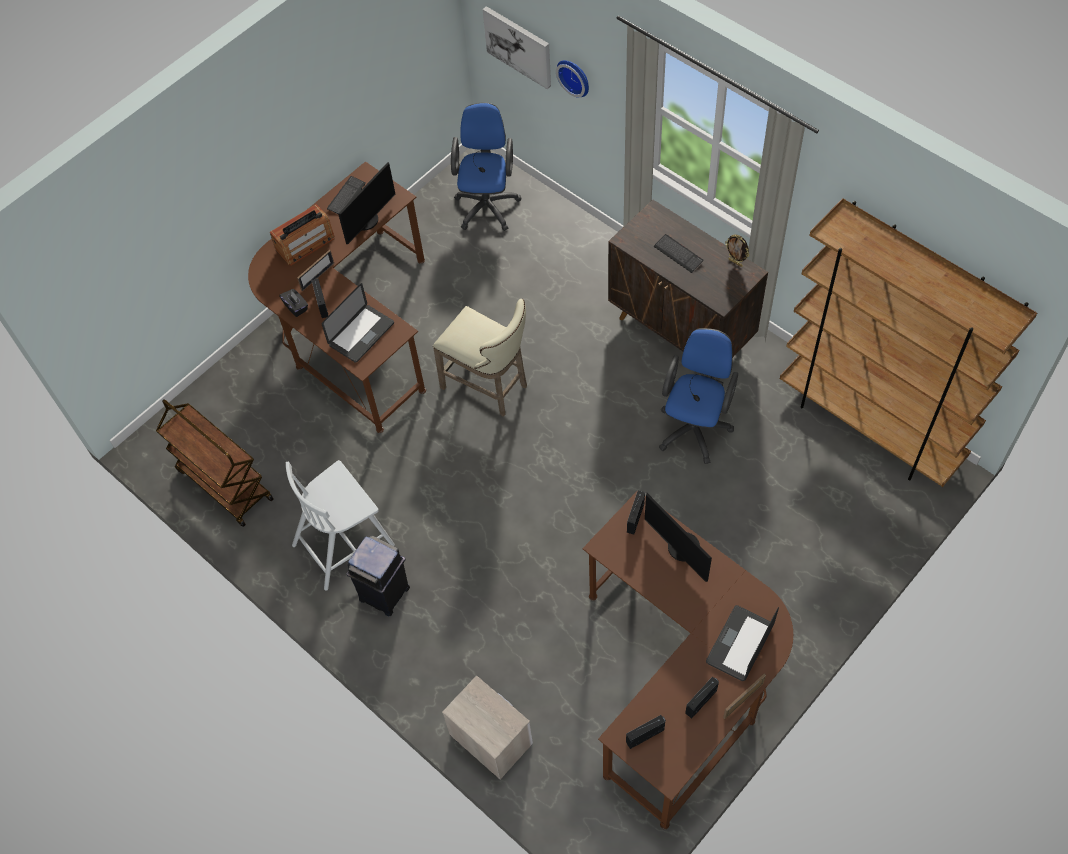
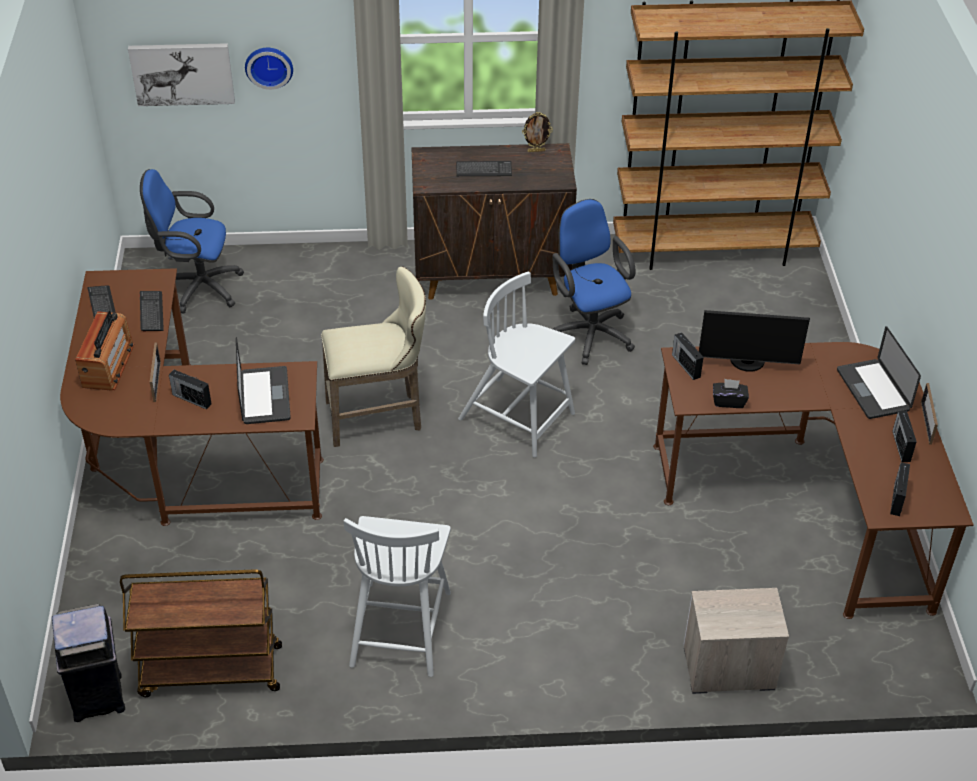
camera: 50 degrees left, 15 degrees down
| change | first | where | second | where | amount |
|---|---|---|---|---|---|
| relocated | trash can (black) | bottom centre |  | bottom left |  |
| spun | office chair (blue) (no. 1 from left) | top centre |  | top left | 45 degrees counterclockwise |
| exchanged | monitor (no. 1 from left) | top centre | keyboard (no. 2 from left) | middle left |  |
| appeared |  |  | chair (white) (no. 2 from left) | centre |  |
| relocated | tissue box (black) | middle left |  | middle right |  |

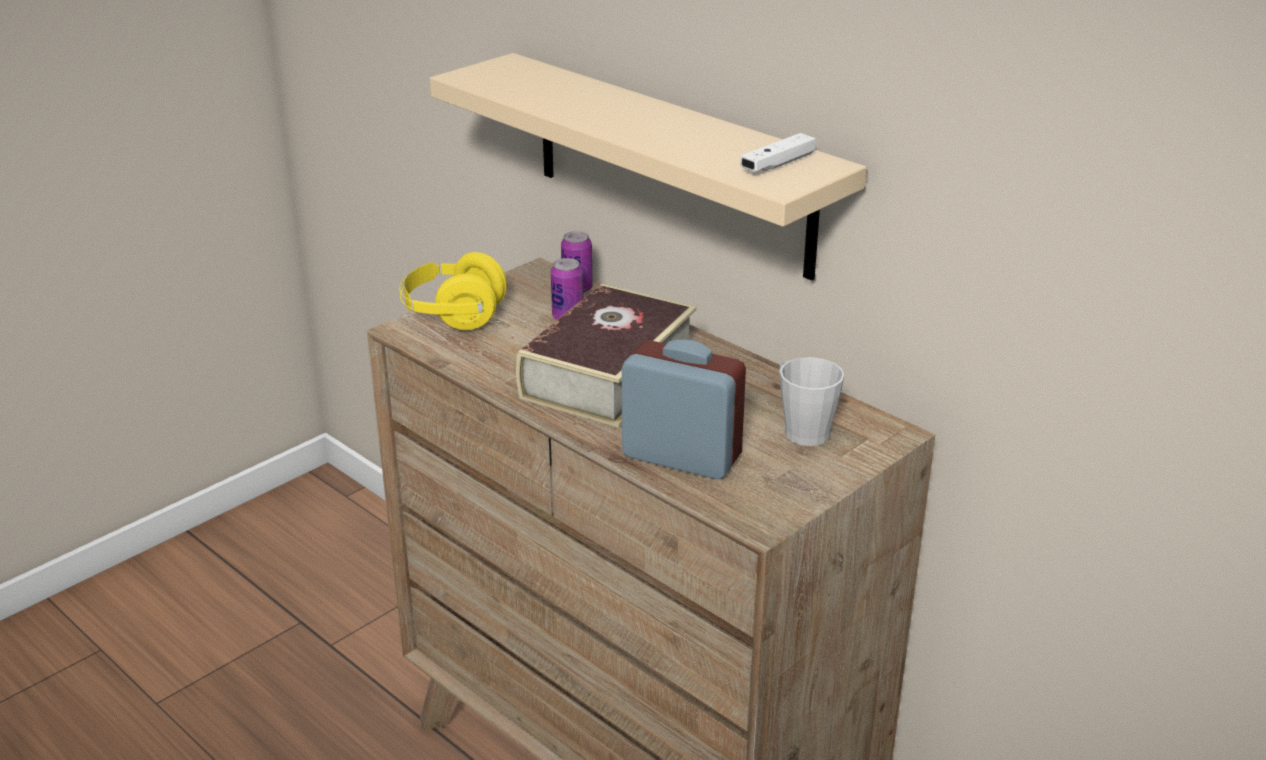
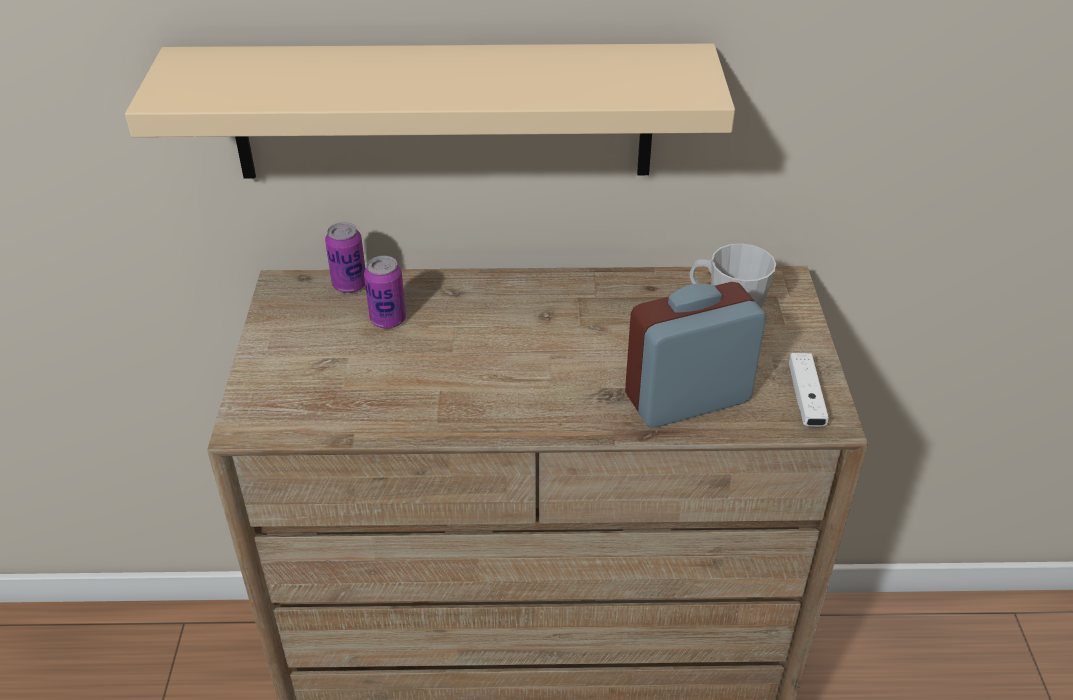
camera: 45 degrees left, 10 degrees up
| change | first | where | second | where | amount |
|---|---|---|---|---|---|
| relocated | game controller (white) | top centre |  | middle right |  |
| missing | headphones (yellow) | centre |  |  |  |
| missing | book | centre |  |  |  |

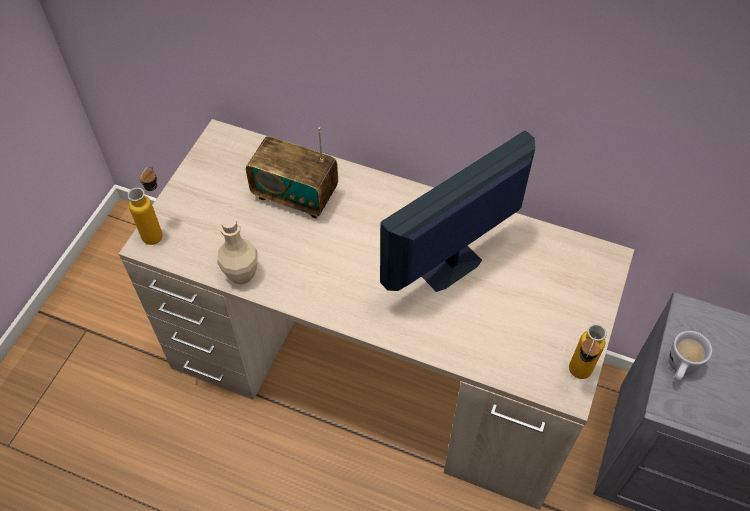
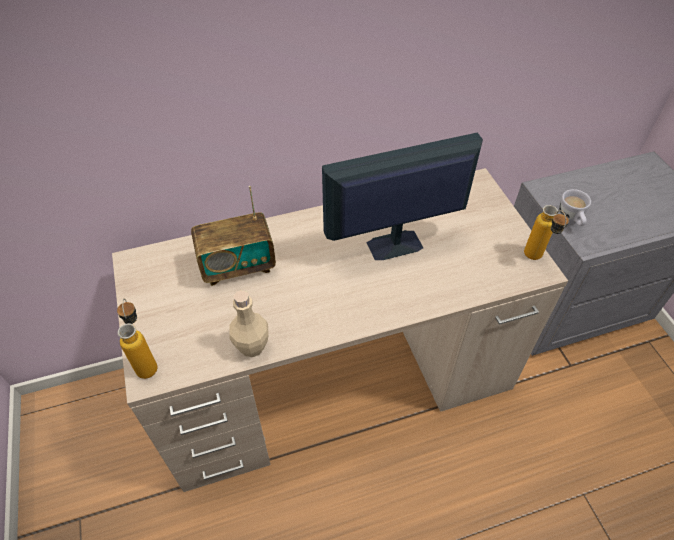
camera: 40 degrees left, 5 degrees down
| change | first | where | second | where | amount |
|---|---|---|---|---|---|
| spun | monitor | centre |  | centre | 60 degrees clockwise |

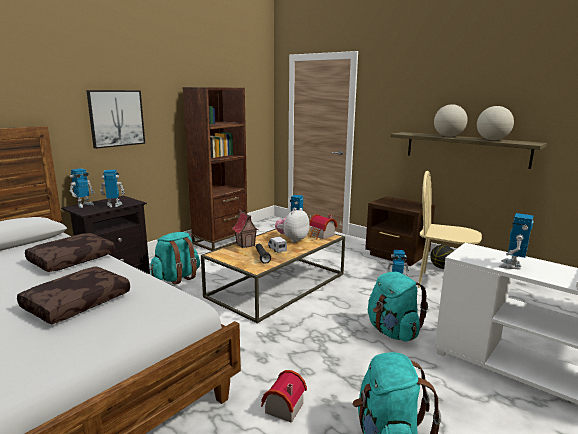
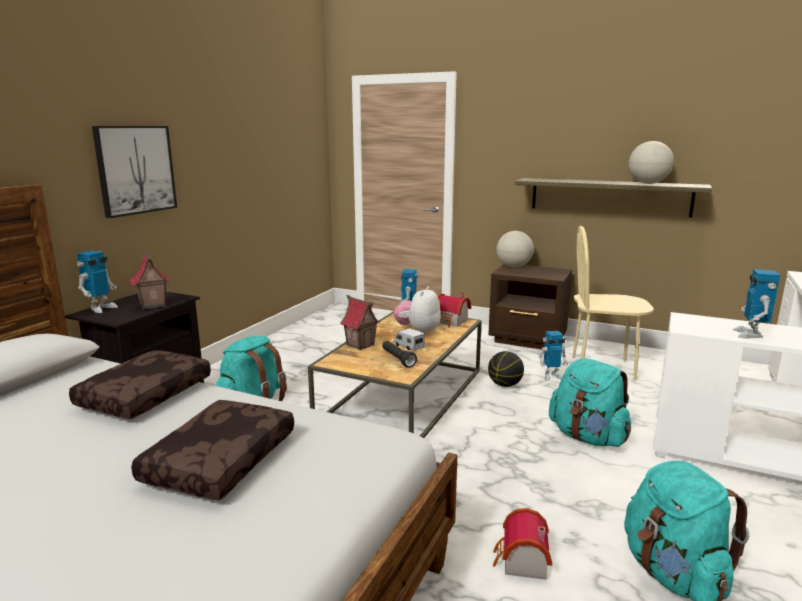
camera: 15 degrees left, 0 degrees up
| change | first | where | second | where | amount |
|---|---|---|---|---|---|
| exchanged | toy robot (no. 2 from left) | middle left | toy house (no. 1 from left) | middle left |  |
| relocated | basketball | middle right |  | centre |  |
| relocated | globe (no. 1 from left) | top right |  | centre |  |
| missing | bookcase (brown) | centre |  |  |  |

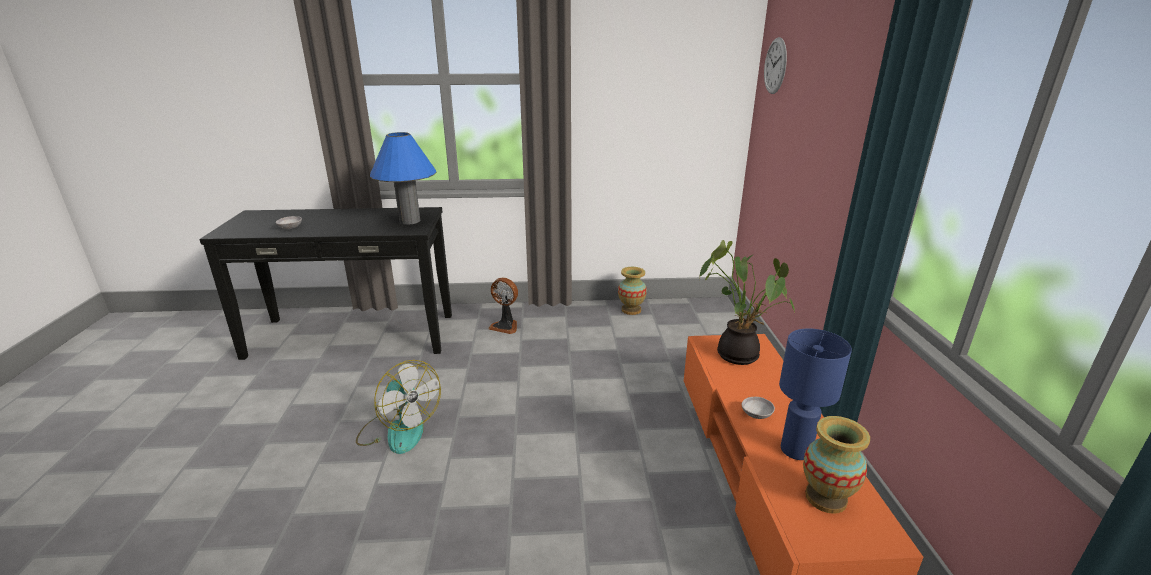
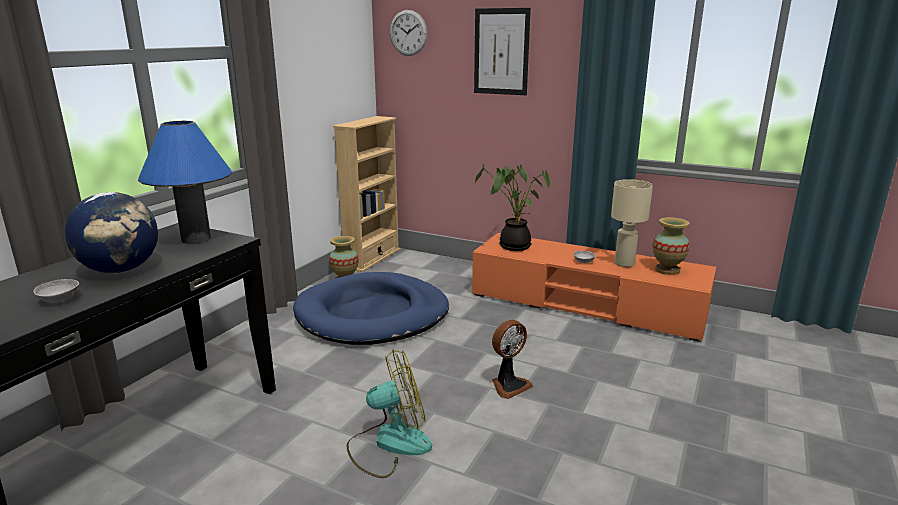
camera: 60 degrees left, 5 degrees down
| change | first | where | second | where | amount |
|---|---|---|---|---|---|
| appeared |  |  | globe | middle left |  |
| appeared |  |  | dog bed (blue) | centre |  |
| appeared |  |  | bookcase (beige) | centre |  |
| appeared |  |  | picture | top centre |  |
| relocated | fan (no. 2 from left) | centre |  | bottom centre |  |
| colour | table lamp (blue) (no. 2 from left) | bottom right | table lamp (beige) | middle right |  |

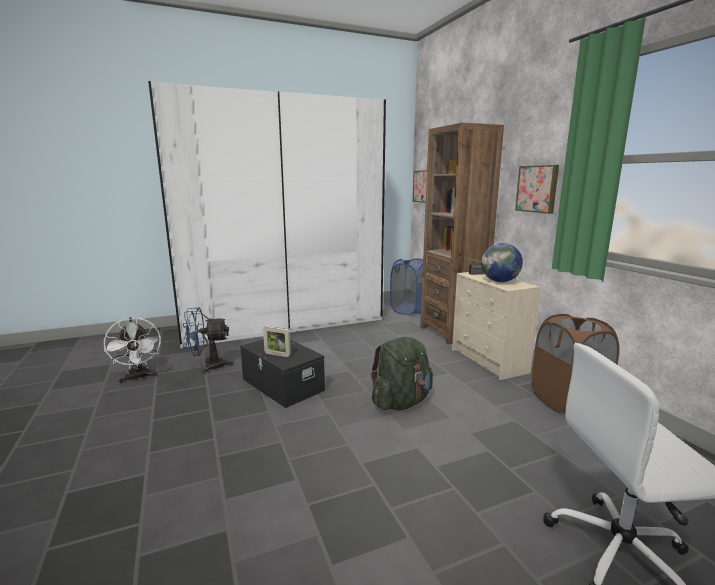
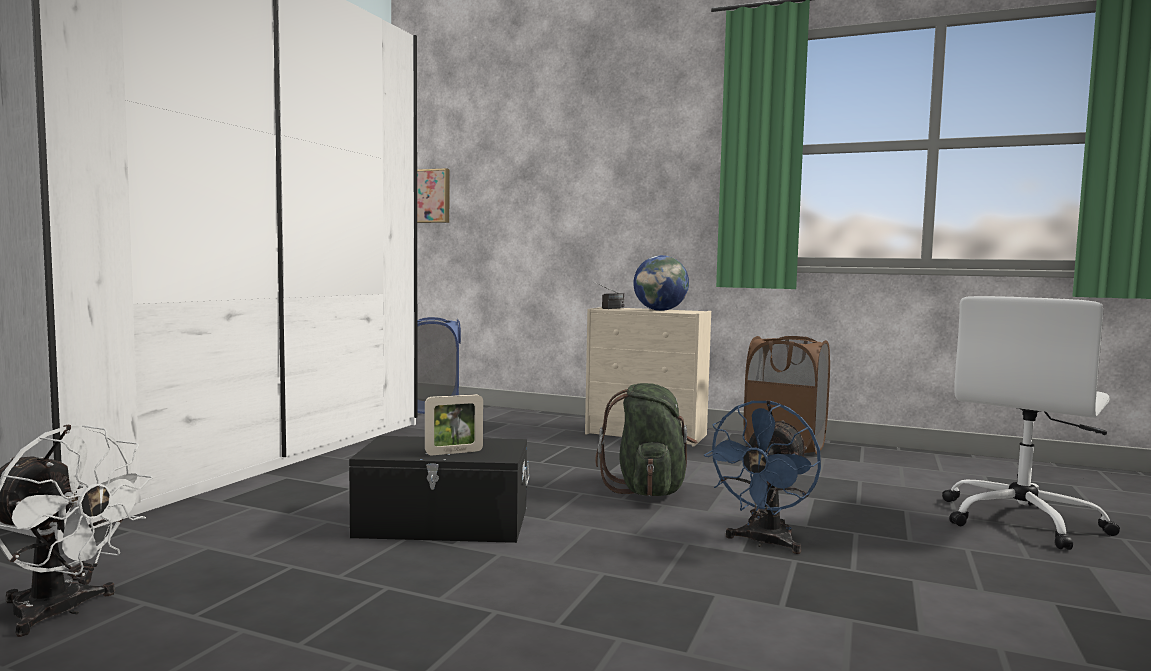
camera: 45 degrees left, 10 degrees down
| change | first | where | second | where | amount |
|---|---|---|---|---|---|
| relocated | fan (blue) | middle left |  | bottom centre |  |
| missing | bookcase (brown) | centre |  |  |  |
| missing | picture (no. 2 from left) | top right |  |  |  |

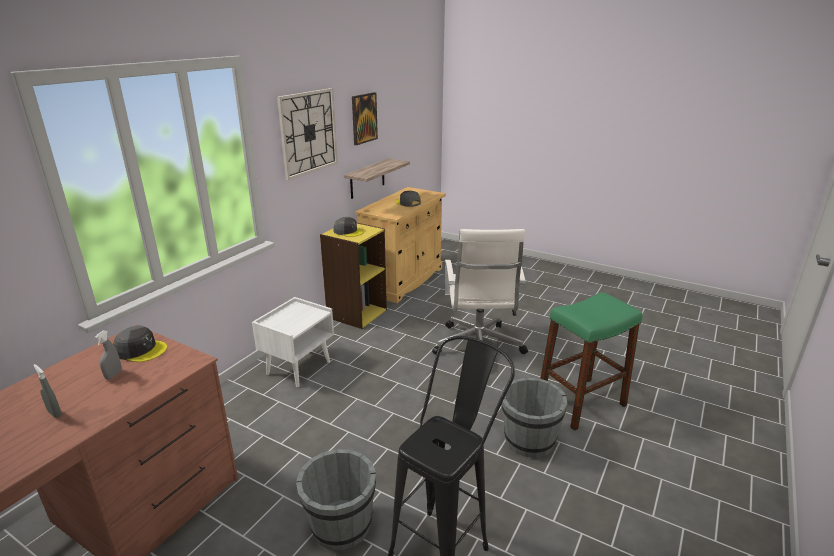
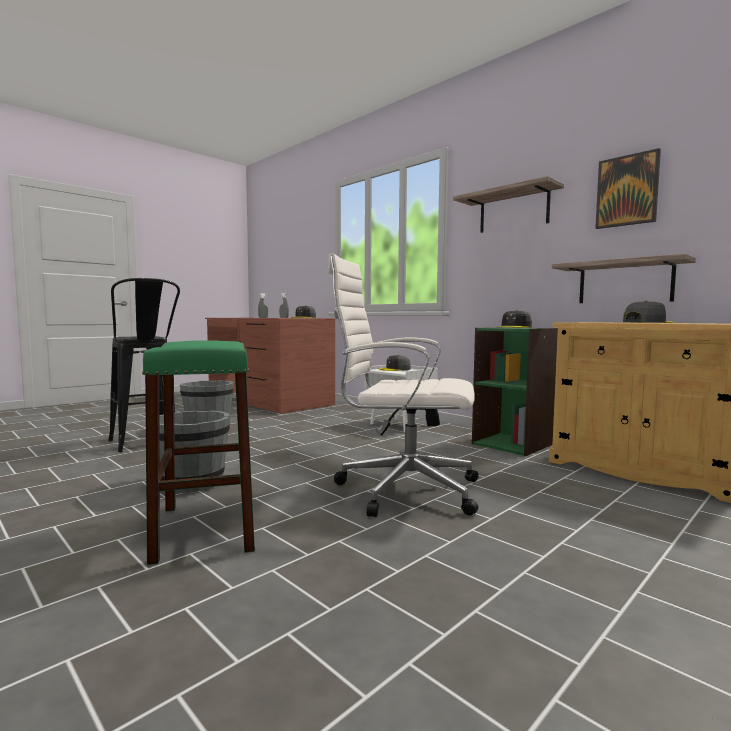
camera: 105 degrees right, 20 degrees down
| change | first | where | second | where | amount |
|---|---|---|---|---|---|
| appeared |  |  | cap (grey) (no. 2 from left) | centre |  |
| exchanged | wall clock | top centre | shelf (no. 1 from left) | top right |  |
| colour | bookcase (yellow) | centre | bookcase (green) | middle right |  |

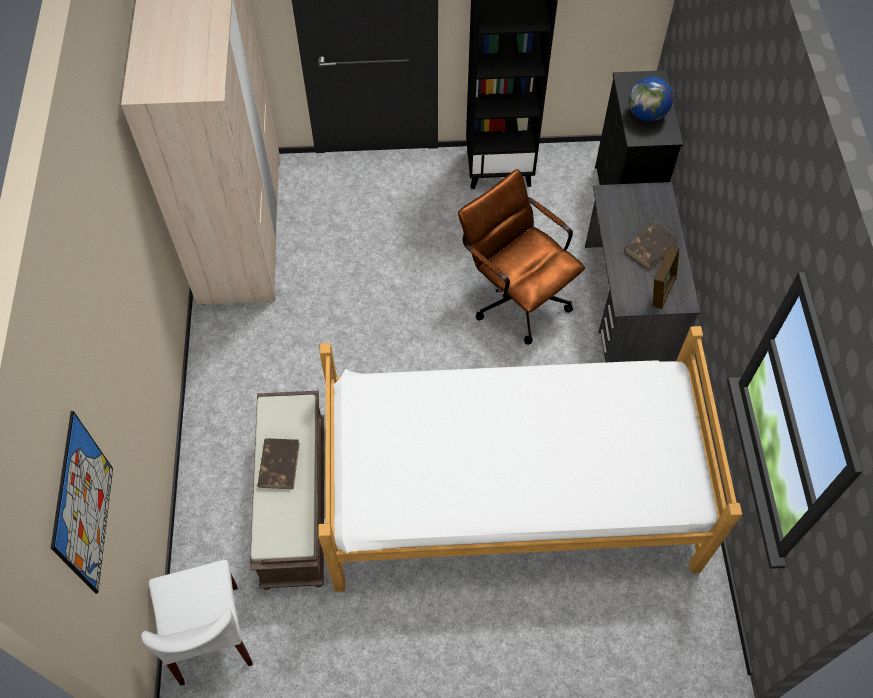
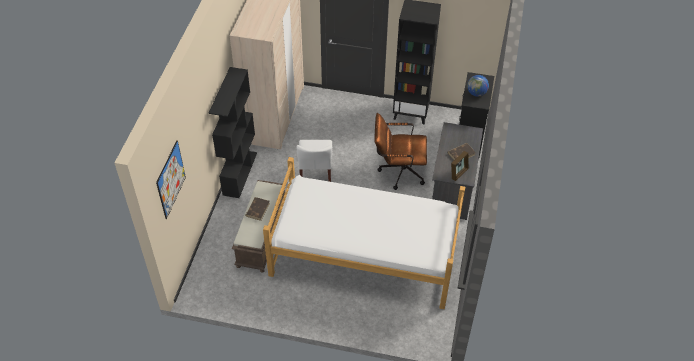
camera: 15 degrees right, 10 degrees down
| change | first | where | second | where | amount |
|---|---|---|---|---|---|
| appeared |  |  | bookcase (black) (no. 1 from left) | centre |  |
| relocated | chair (white) | bottom left |  | centre |  |
| spun | office chair (brown) | centre |  | centre | 60 degrees counterclockwise |

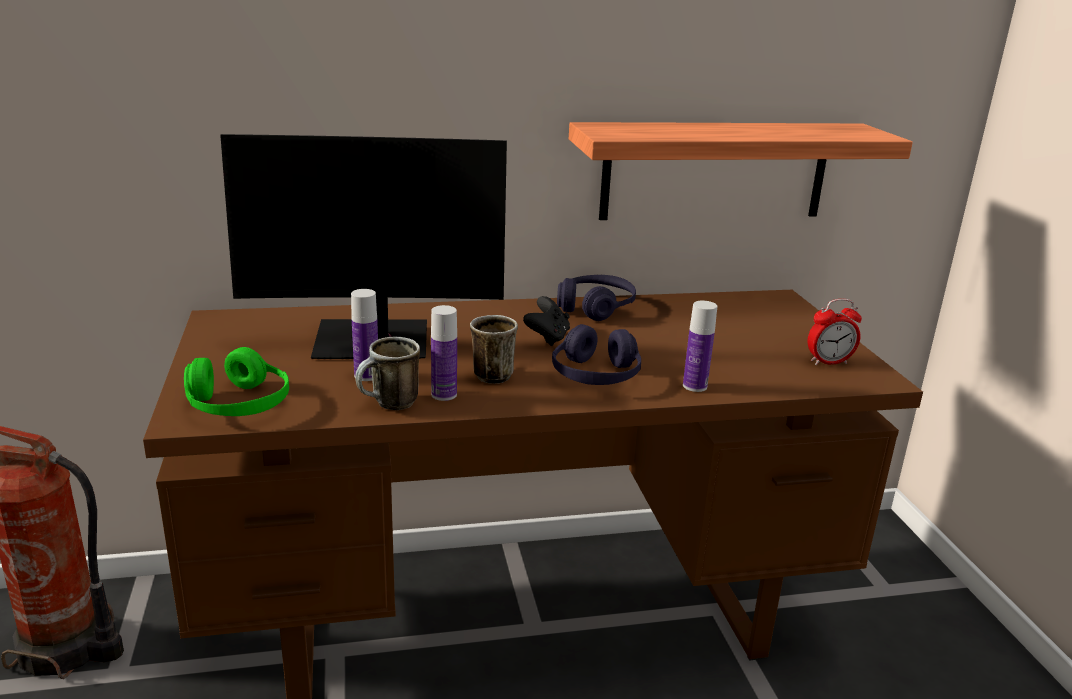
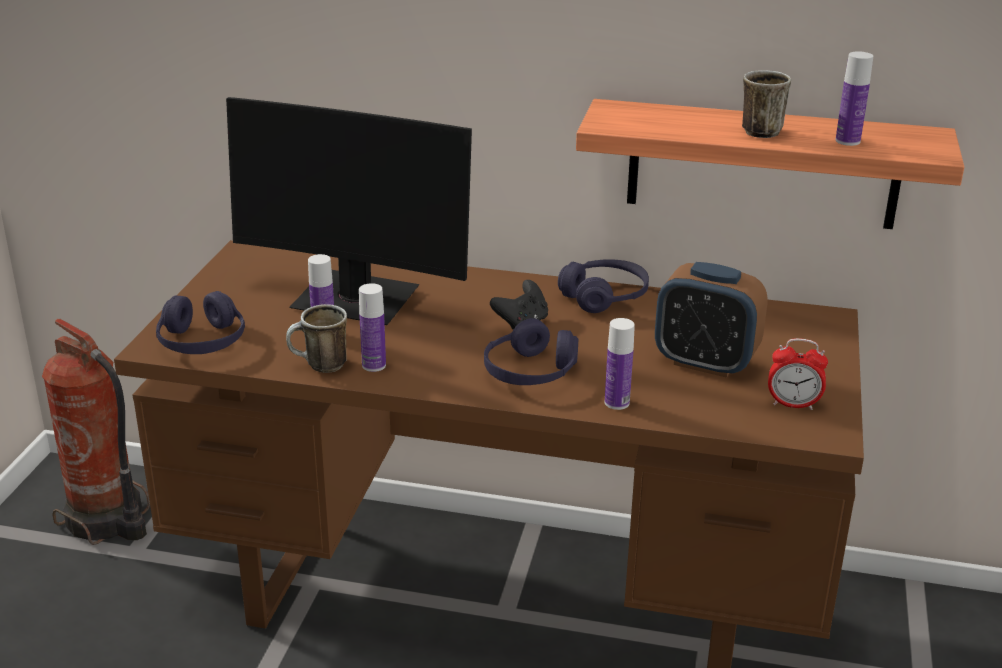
camera: 25 degrees right, 5 degrees up
| change | first | where | second | where | amount |
|---|---|---|---|---|---|
| colour | headphones (green) | middle left | headphones (purple) (no. 1 from left) | middle left |  |
| appeared |  |  | alarm clock (no. 1 from left) | middle right |  |
| relocated | mug (no. 2 from left) | centre |  | top right |  |
| appeared |  |  | bottle (no. 4 from left) | top right |  |

